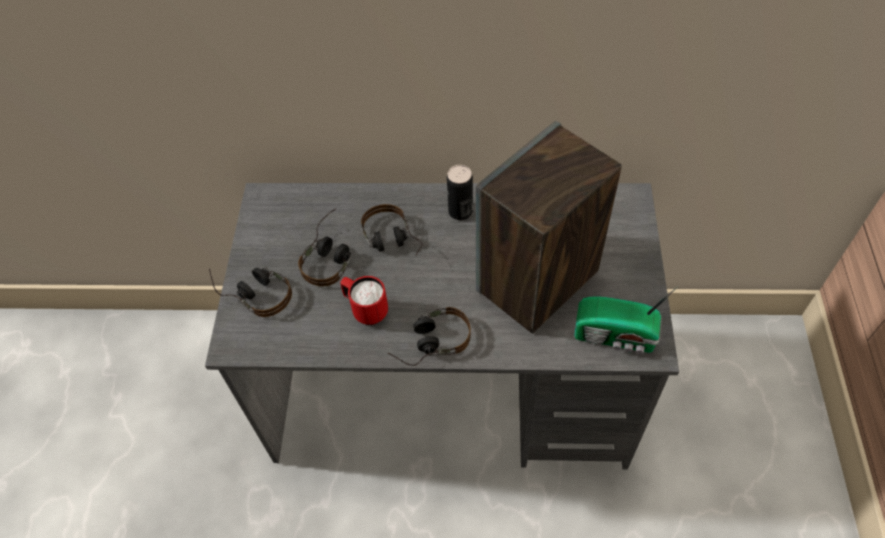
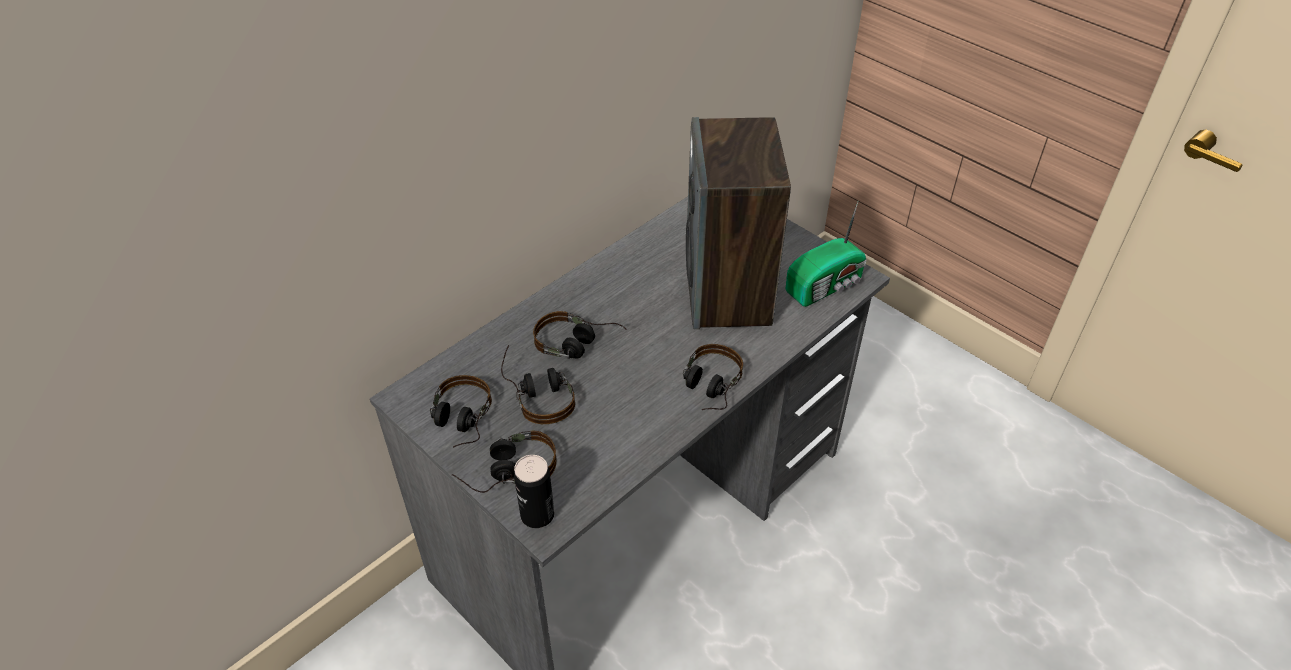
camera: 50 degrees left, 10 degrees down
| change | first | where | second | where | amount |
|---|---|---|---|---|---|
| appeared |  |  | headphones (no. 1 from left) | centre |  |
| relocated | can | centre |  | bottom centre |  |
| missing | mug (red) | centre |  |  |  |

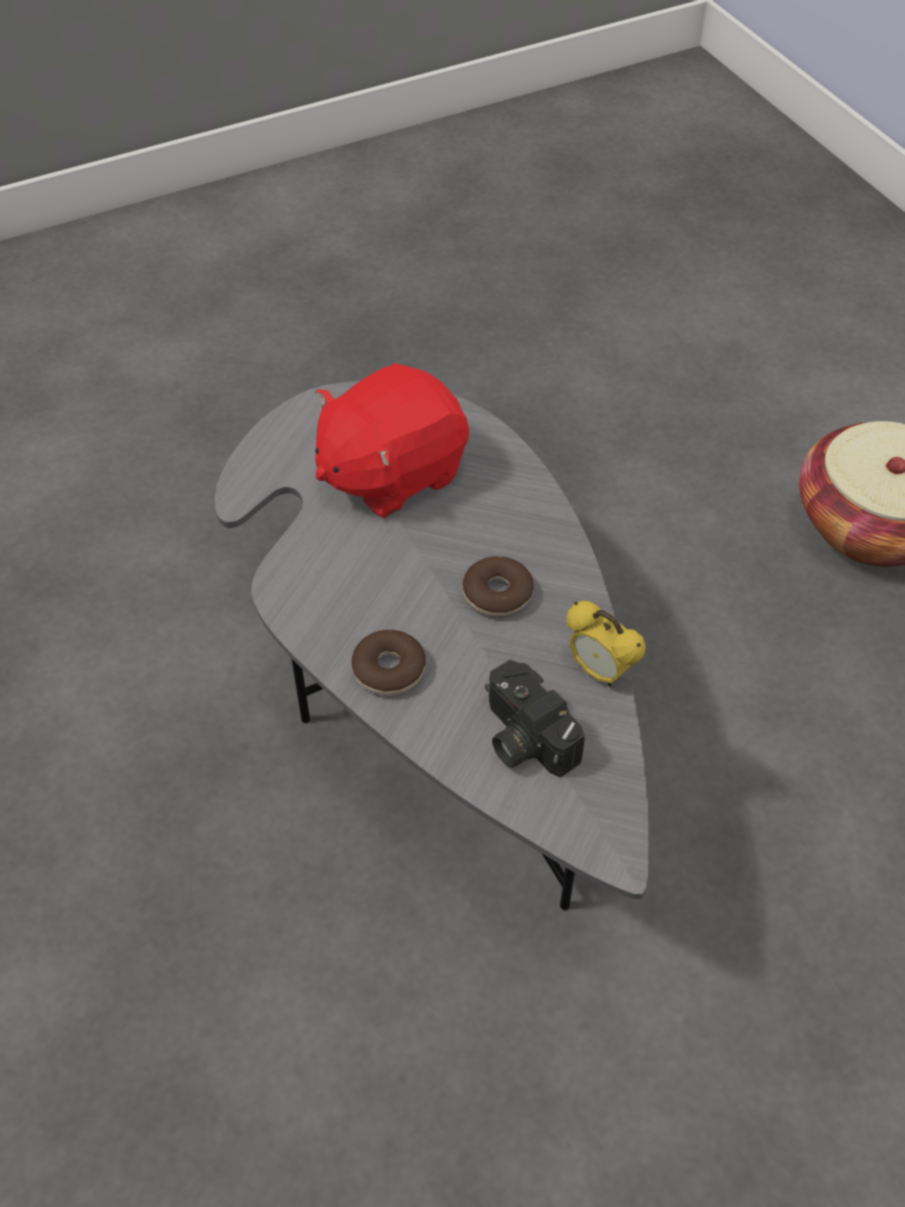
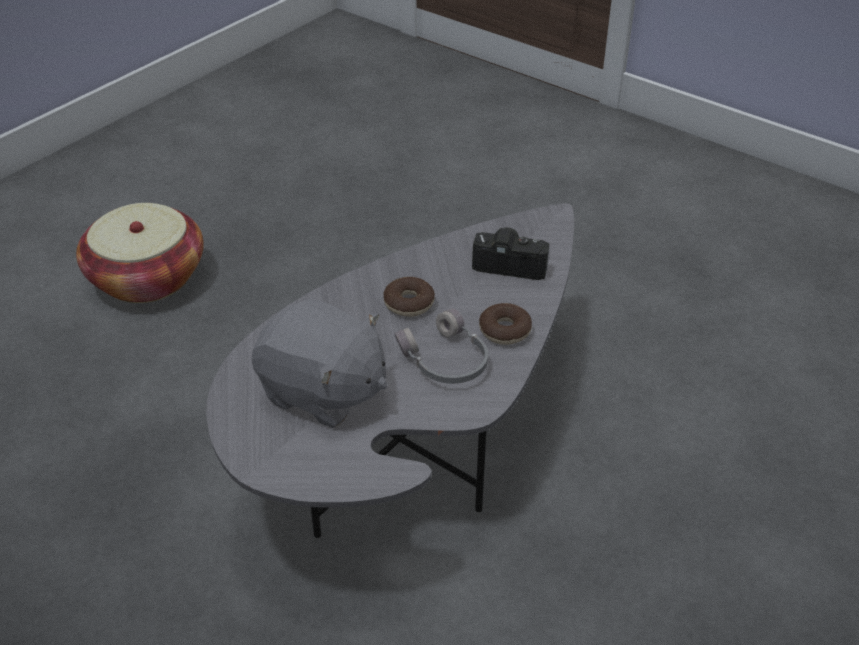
camera: 115 degrees left, 10 degrees down
| change | first | where | second | where | amount |
|---|---|---|---|---|---|
| colour | plush toy (red) | centre | plush toy (grey) | centre |  |
| appeared |  |  | headphones (grey) | centre |  |
| spun | photo camera | centre |  | centre | 105 degrees counterclockwise |
| missing | alarm clock | middle right |  |  |  |

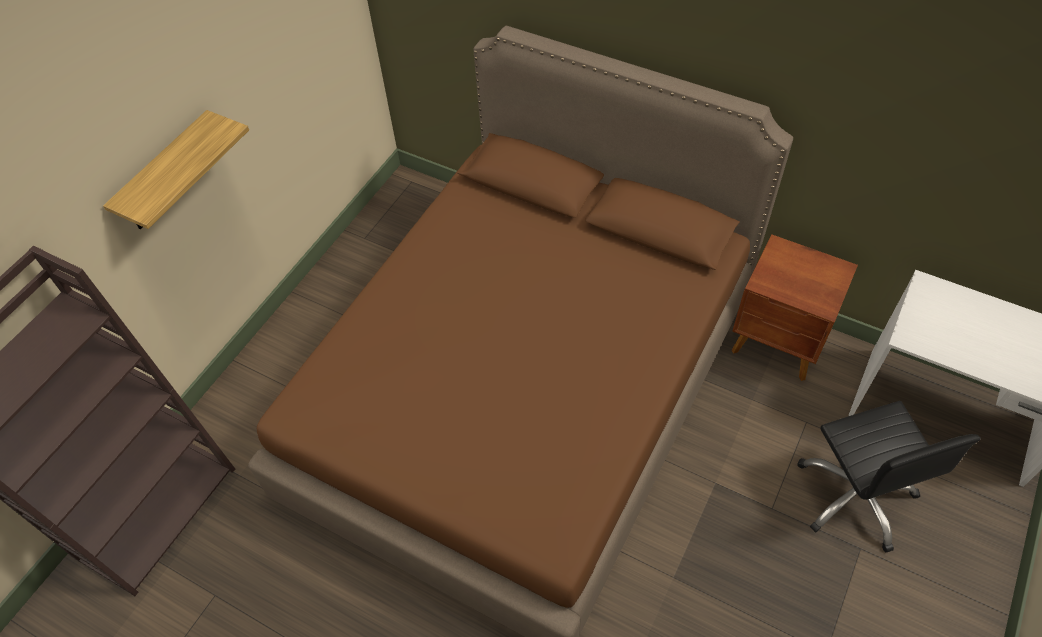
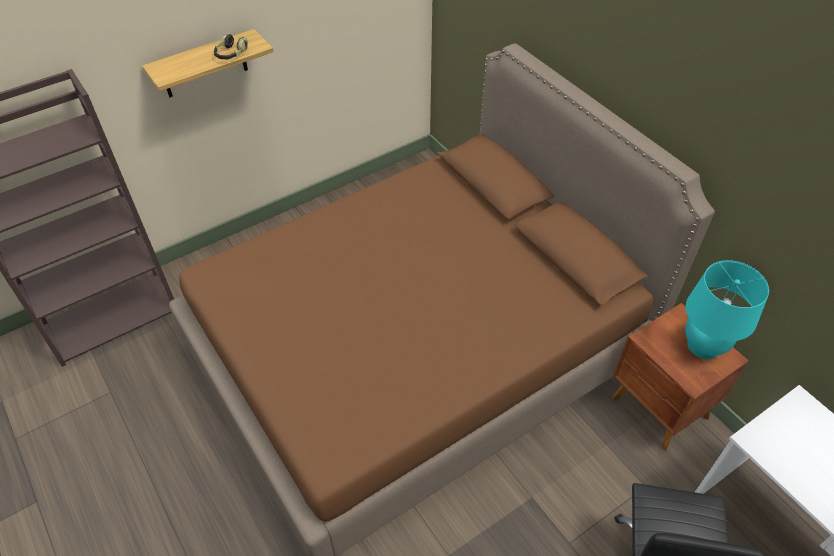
camera: 25 degrees right, 5 degrees down
| change | first | where | second | where | amount |
|---|---|---|---|---|---|
| appeared |  |  | headphones | top left |  |
| appeared |  |  | table lamp (turquoise) | middle right |  |

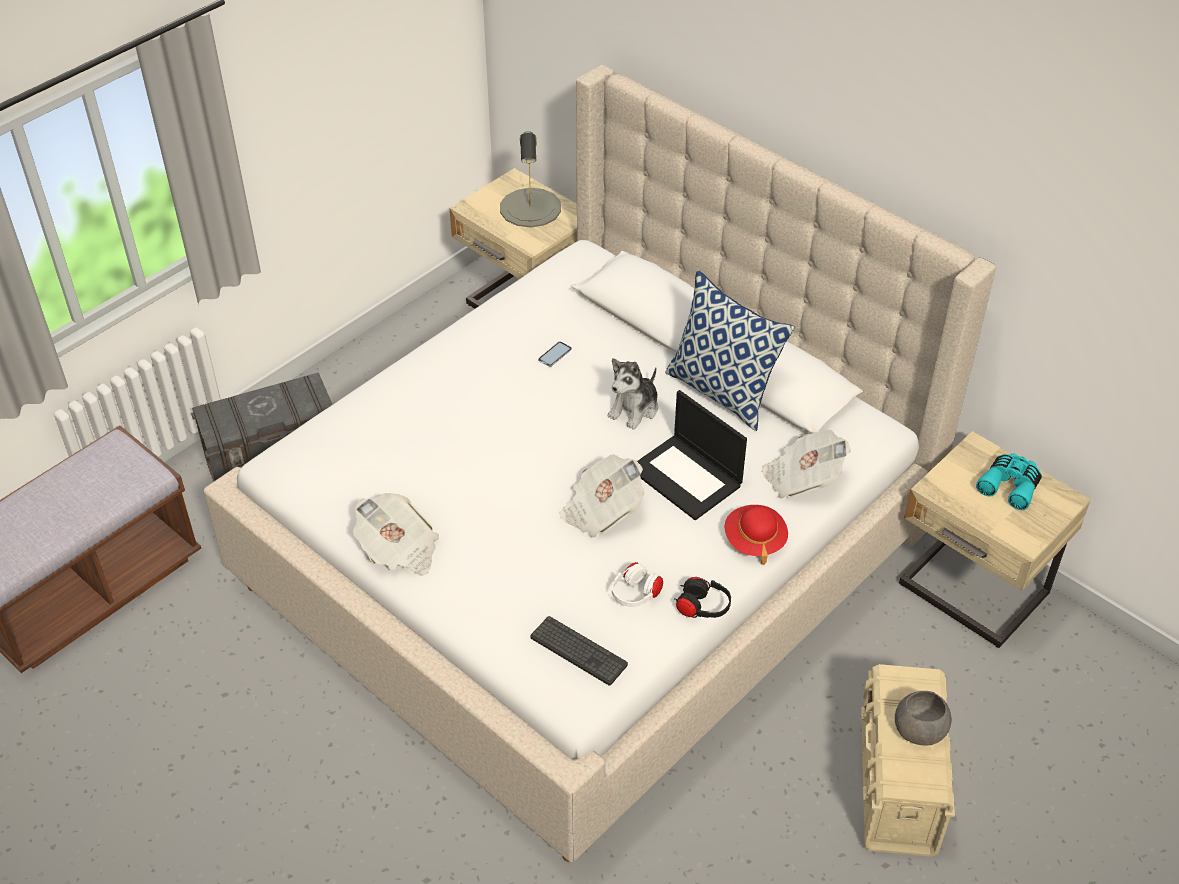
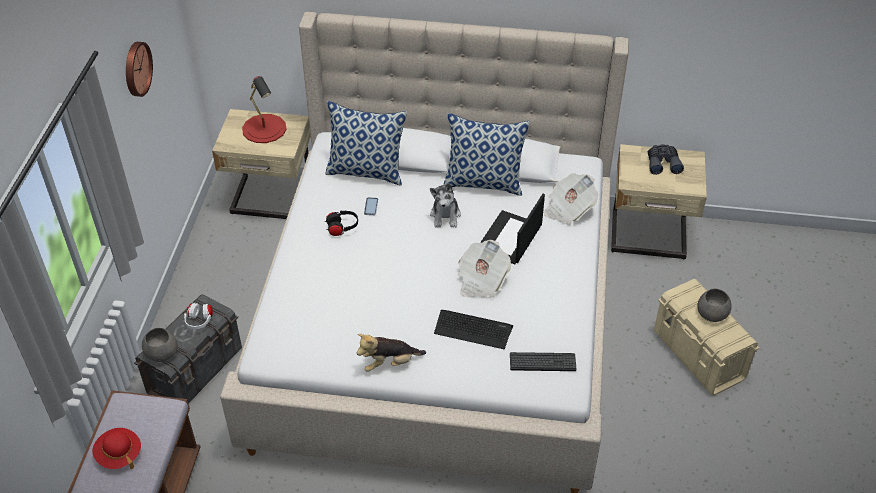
camera: 35 degrees left, 0 degrees up
| change | first | where | second | where | amount |
|---|---|---|---|---|---|
| relocated | hat (red) | centre |  | bottom left |  |
| appeared |  |  | wall clock | top left |  |
| appeared |  |  | bowl (grey) (no. 1 from left) | bottom left |  |
| relocated | headphones (white) | centre |  | middle left |  |
| colour | table lamp (grey) | top centre | table lamp (red) | top left |  |
| relocated | headphones (black) | bottom centre |  | centre |  |
| appeared |  |  | pillow (no. 1 from left) | top centre |  |
| exchanged | newspaper (no. 1 from left) | centre | plush toy (no. 1 from left) | bottom centre |  |
| appeared |  |  | keyboard (no. 1 from left) | bottom centre |  |
| spun | laptop | centre |  | centre | 105 degrees clockwise |
| colour | binoculars (turquoise) | middle right | binoculars (grey) | top right |  |

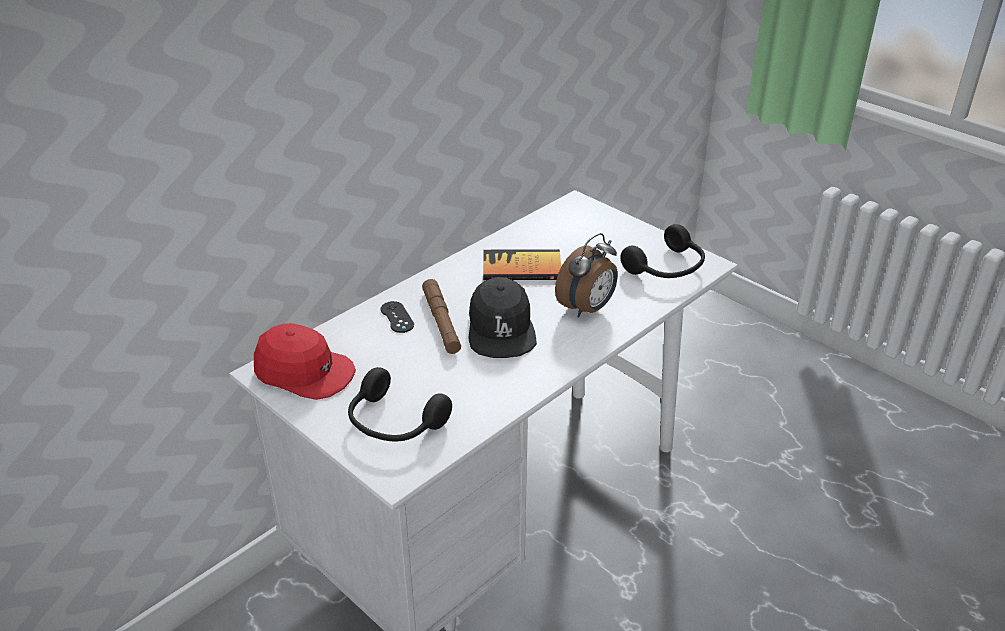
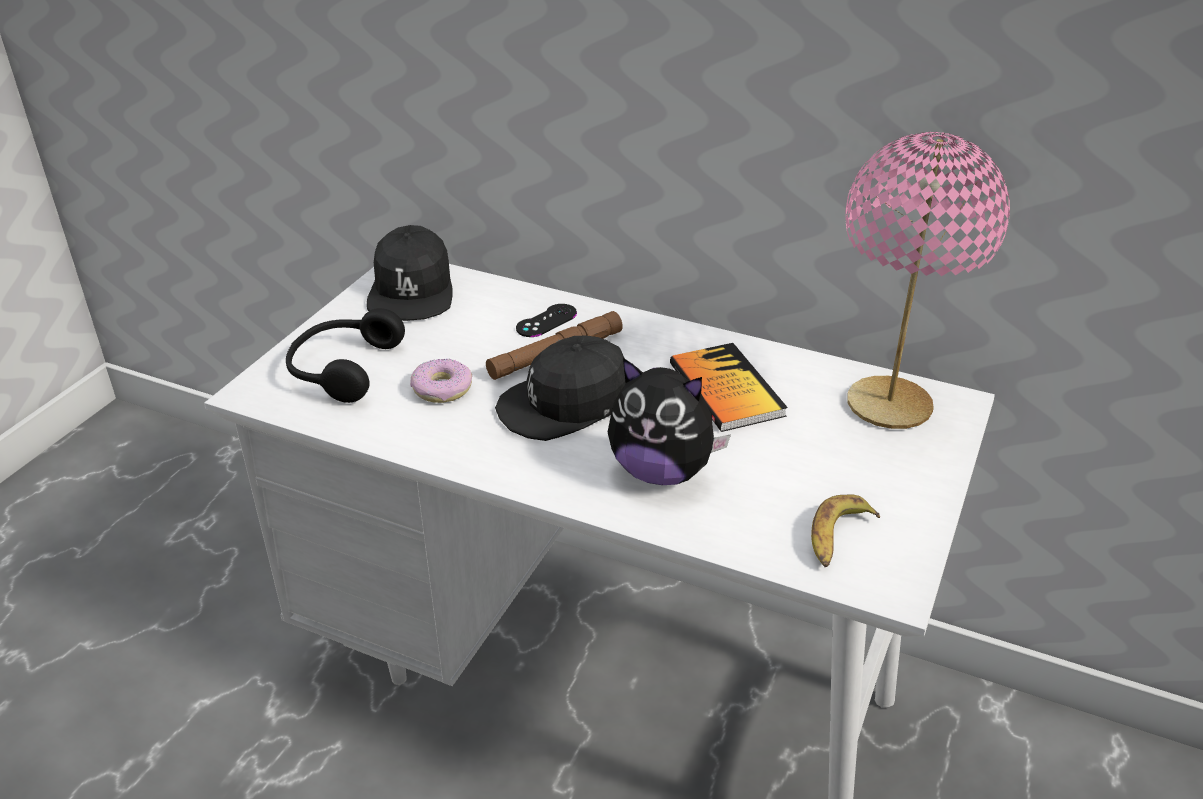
camera: 70 degrees right, 0 degrees up
| change | first | where | second | where | amount |
|---|---|---|---|---|---|
| colour | cap (red) | middle left | cap (black) (no. 1 from left) | centre |  |
| appeared |  |  | donut | centre |  |
| exchanged | alarm clock | centre | plush toy | centre |  |
| exchanged | headphones (black) (no. 2 from left) | centre | banana | middle right |  |
| appeared |  |  | table lamp (pink) | middle right |  |

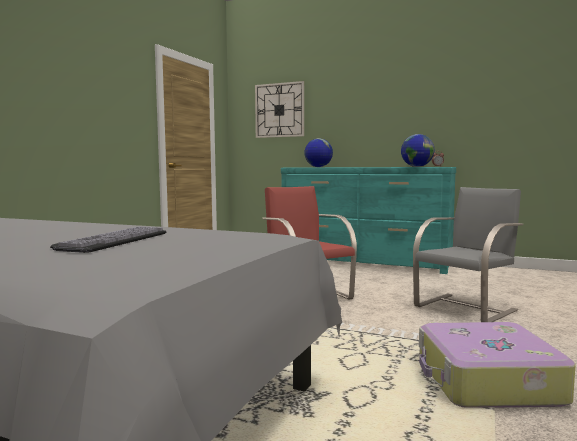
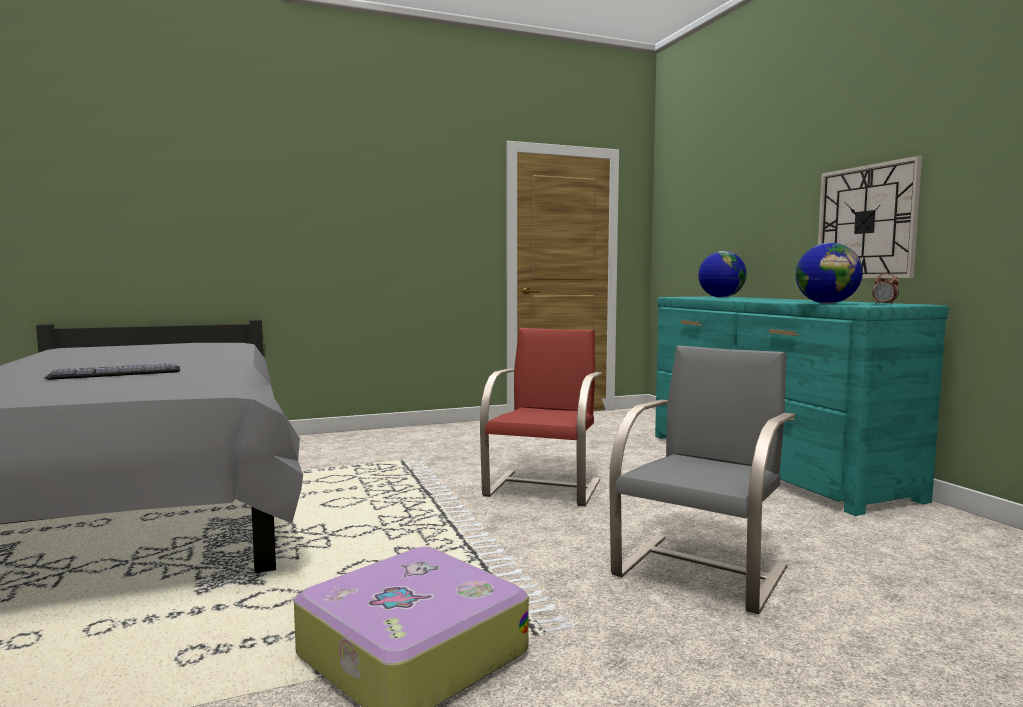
camera: 45 degrees right, 0 degrees up
| change | first | where | second | where | amount |
|---|---|---|---|---|---|
| spun | chair (grey) | middle right |  | bottom right | 60 degrees counterclockwise |
| relocated | wall clock | top centre |  | top right |  |

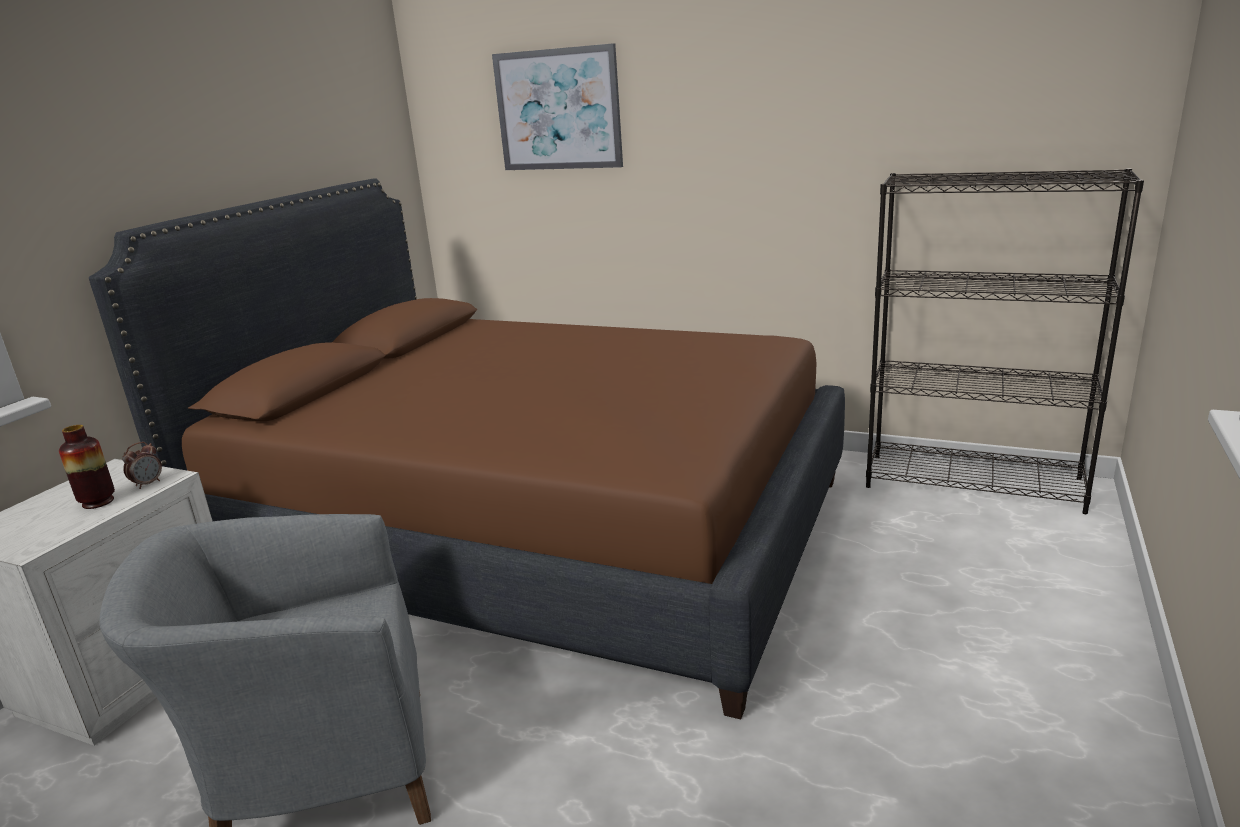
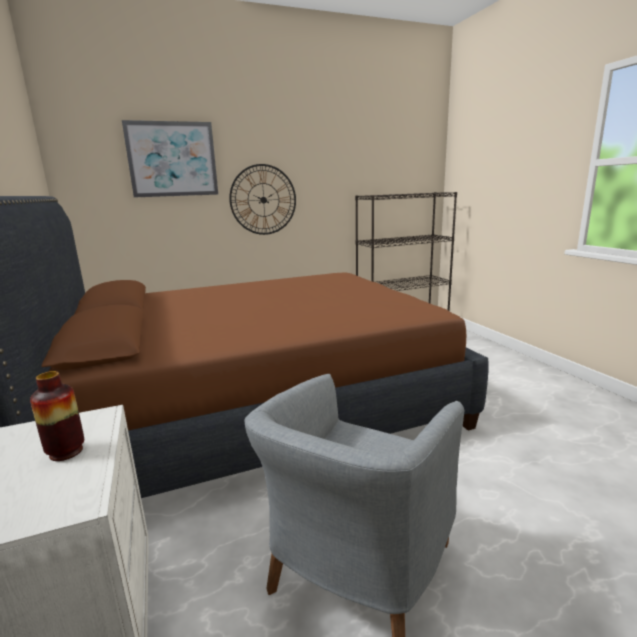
camera: 45 degrees left, 5 degrees down
| change | first | where | second | where | amount |
|---|---|---|---|---|---|
| appeared |  |  | wall clock | top centre |  |
| missing | alarm clock | middle left |  |  |  |

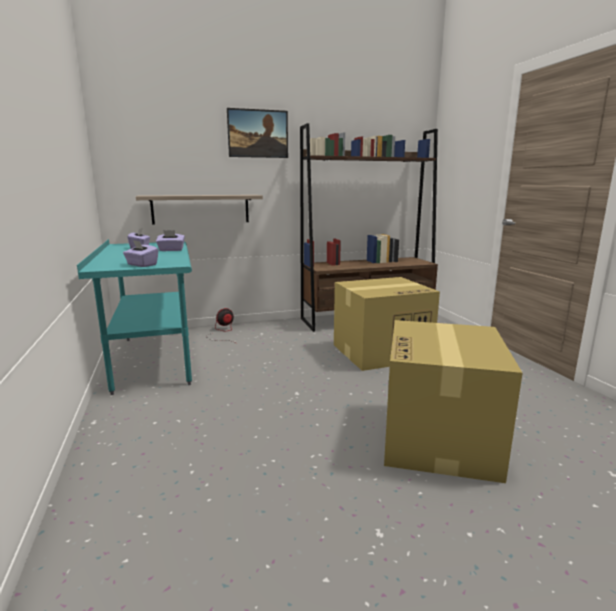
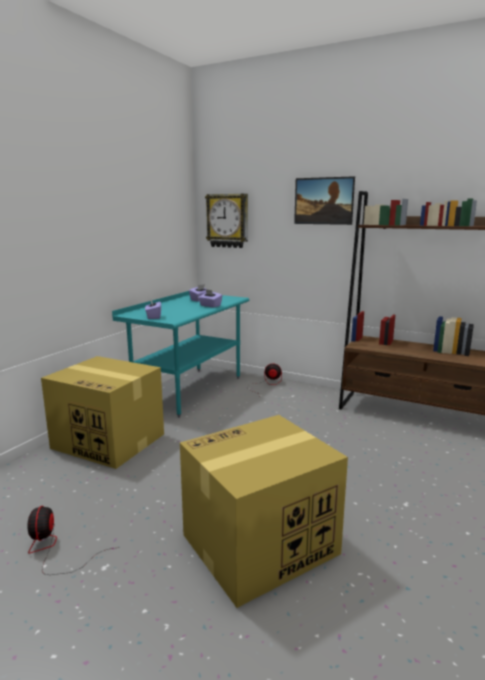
camera: 45 degrees right, 0 degrees up
| change | first | where | second | where | amount |
|---|---|---|---|---|---|
| appeared |  |  | fan (no. 1 from left) | bottom left |  |
| relocated | cardboard box (no. 1 from left) | centre |  | middle left |  |
| appeared |  |  | wall clock | top centre |  |
| missing | shelf | middle left |  |  |  |

